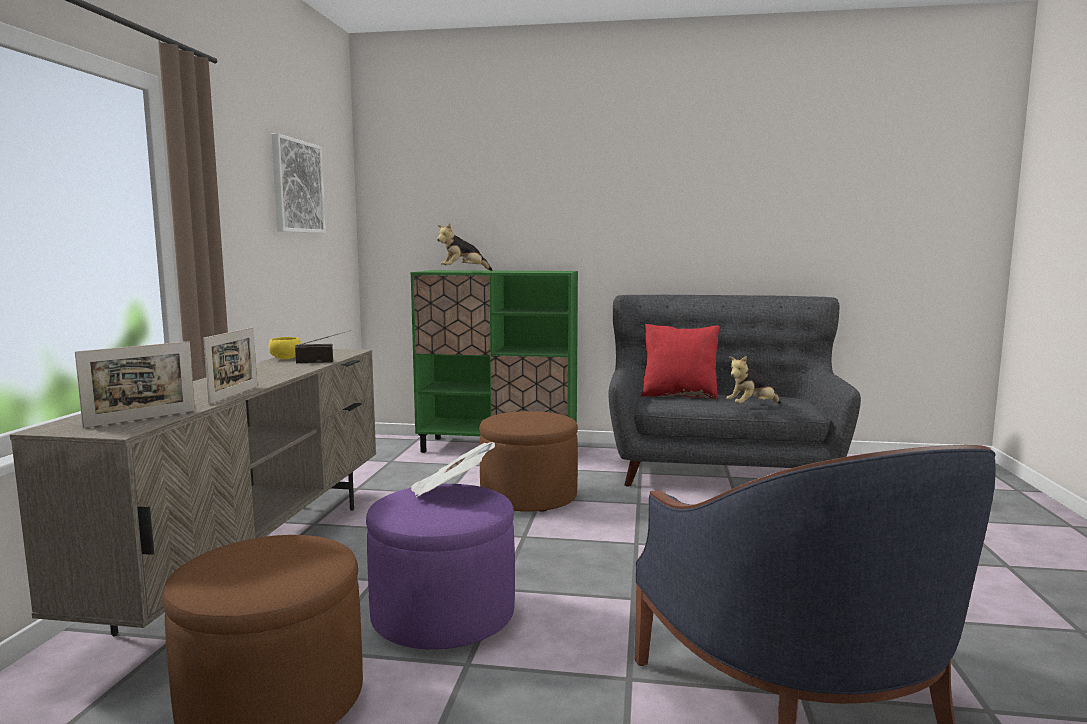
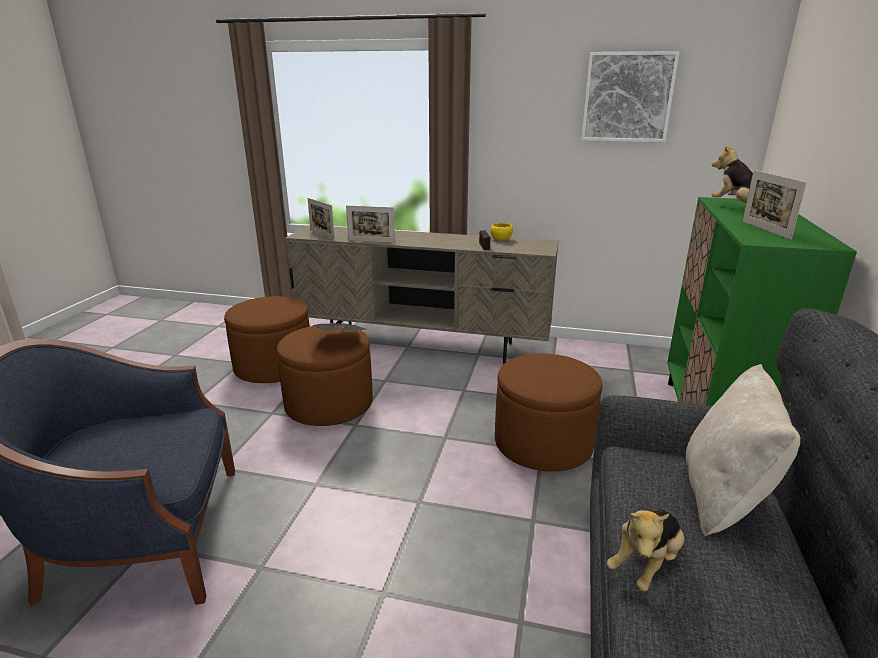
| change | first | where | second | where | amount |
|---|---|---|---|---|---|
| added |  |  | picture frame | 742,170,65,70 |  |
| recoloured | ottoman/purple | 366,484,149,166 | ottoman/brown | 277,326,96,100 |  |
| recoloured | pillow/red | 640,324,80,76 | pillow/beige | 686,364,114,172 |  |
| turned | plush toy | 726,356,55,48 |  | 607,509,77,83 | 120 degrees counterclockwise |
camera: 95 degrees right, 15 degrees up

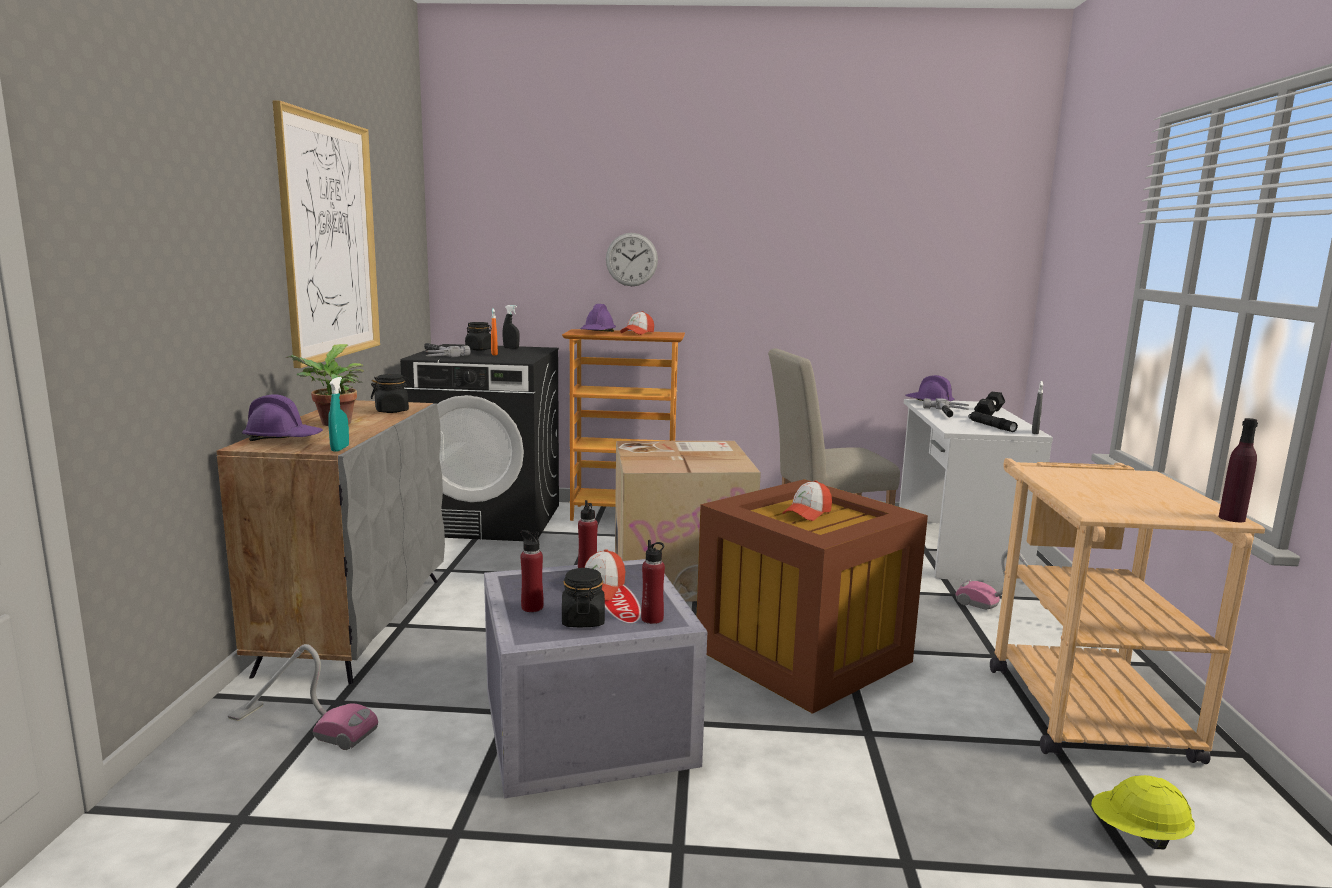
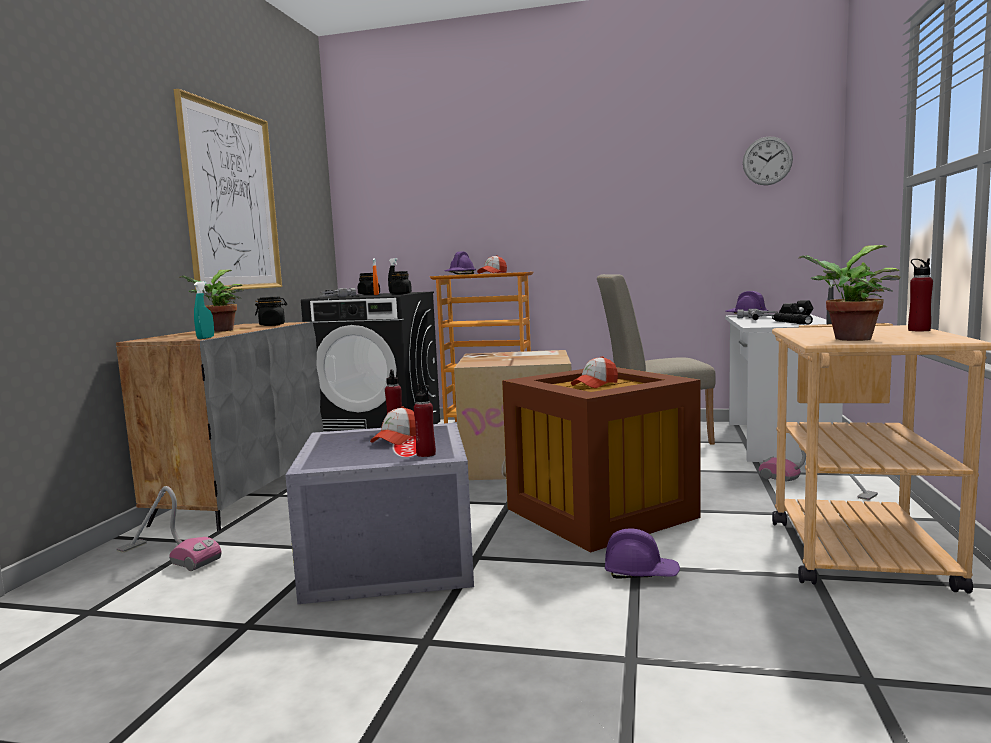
| change | first | where | second | where | amount |
|---|---|---|---|---|---|
| removed | hard hat/yellow | 1091,775,104,75 |  |  |  |
| removed | bottle/purple | 1219,418,39,104 |  |  |  |
| added |  |  | potted plant | 799,245,102,96 |  |
| moved | hard hat/purple | 242,394,81,47 |  | 605,529,75,50 |  |
| moved | bottle/red | 520,530,24,82 |  | 908,258,25,73 |  |
| moved | jar/black | 562,568,43,60 |  | 390,271,22,23 |  |
| moved | wall clock | 606,233,52,53 |  | 743,137,50,48 |  |
camera: 10 degrees right, 5 degrees down

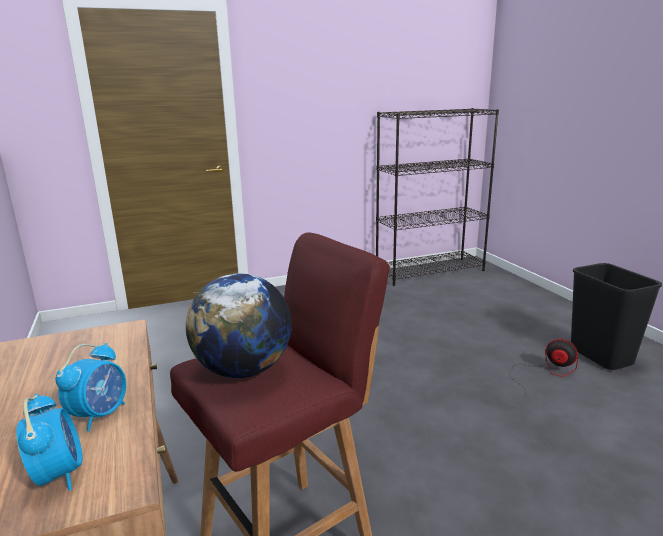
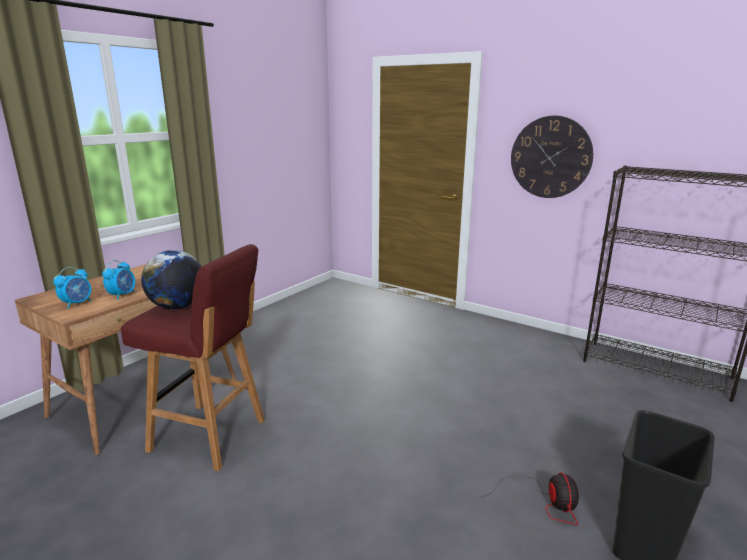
| change | first | where | second | where | amount |
|---|---|---|---|---|---|
| added |  |  | wall clock | 511,116,82,82 |  |
| turned | alarm clock | 55,343,71,89 |  | 102,260,33,40 | 60 degrees counterclockwise |
camera: 55 degrees right, 0 degrees up

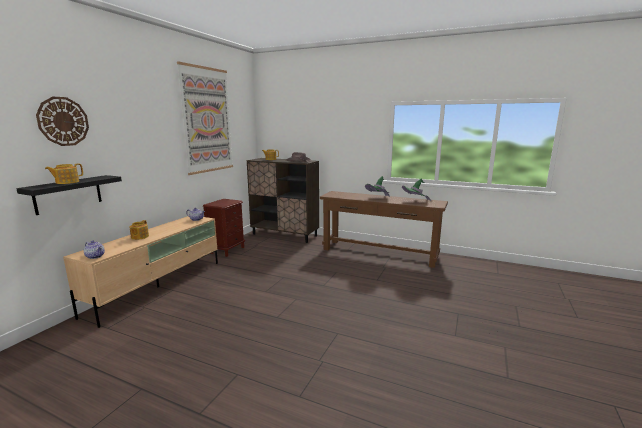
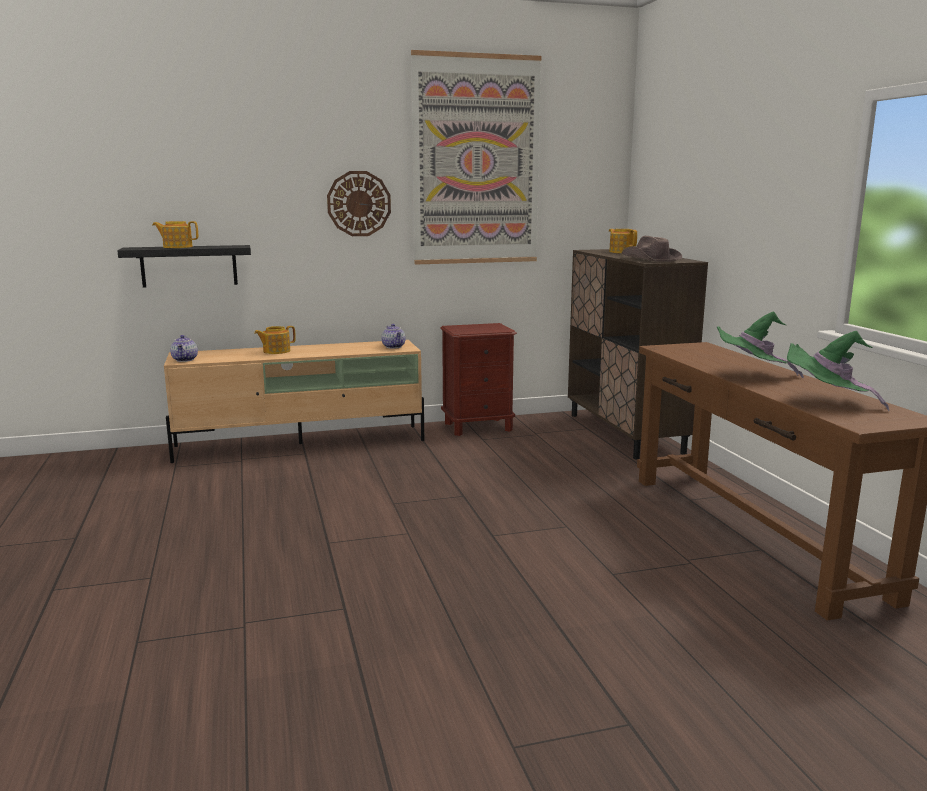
| change | first | where | second | where | amount |
|---|---|---|---|---|---|
| moved | wall clock | 36,97,53,49 |  | 327,171,64,65 |  |
camera: 50 degrees right, 0 degrees up

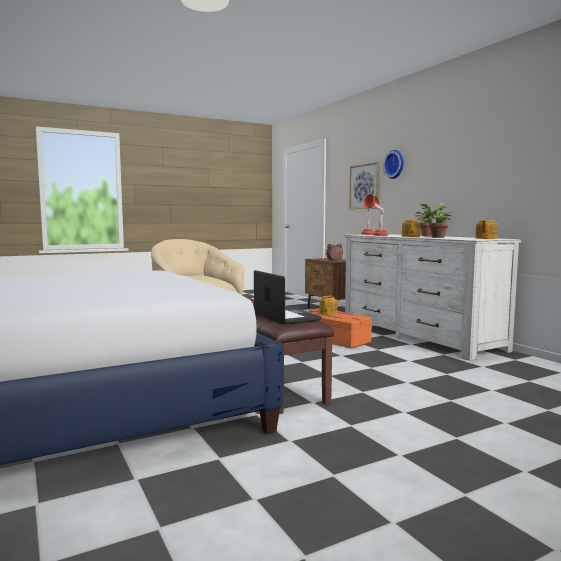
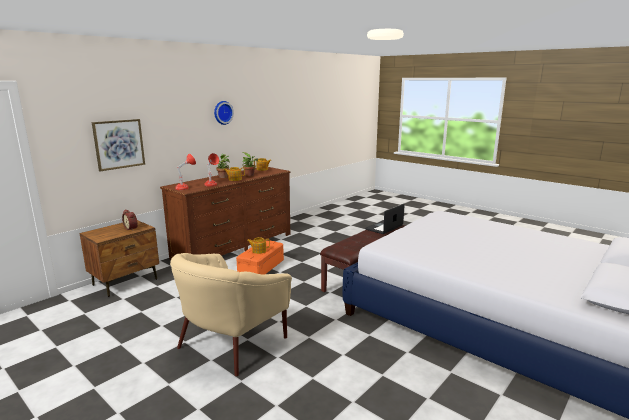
| change | first | where | second | where | amount |
|---|---|---|---|---|---|
| moved | wall clock | 383,150,21,29 |  | 214,101,20,24 |  |
| recoloured | dresser/white | 345,234,176,127 | dresser/brown | 160,167,131,93 |  |
camera: 110 degrees left, 10 degrees up

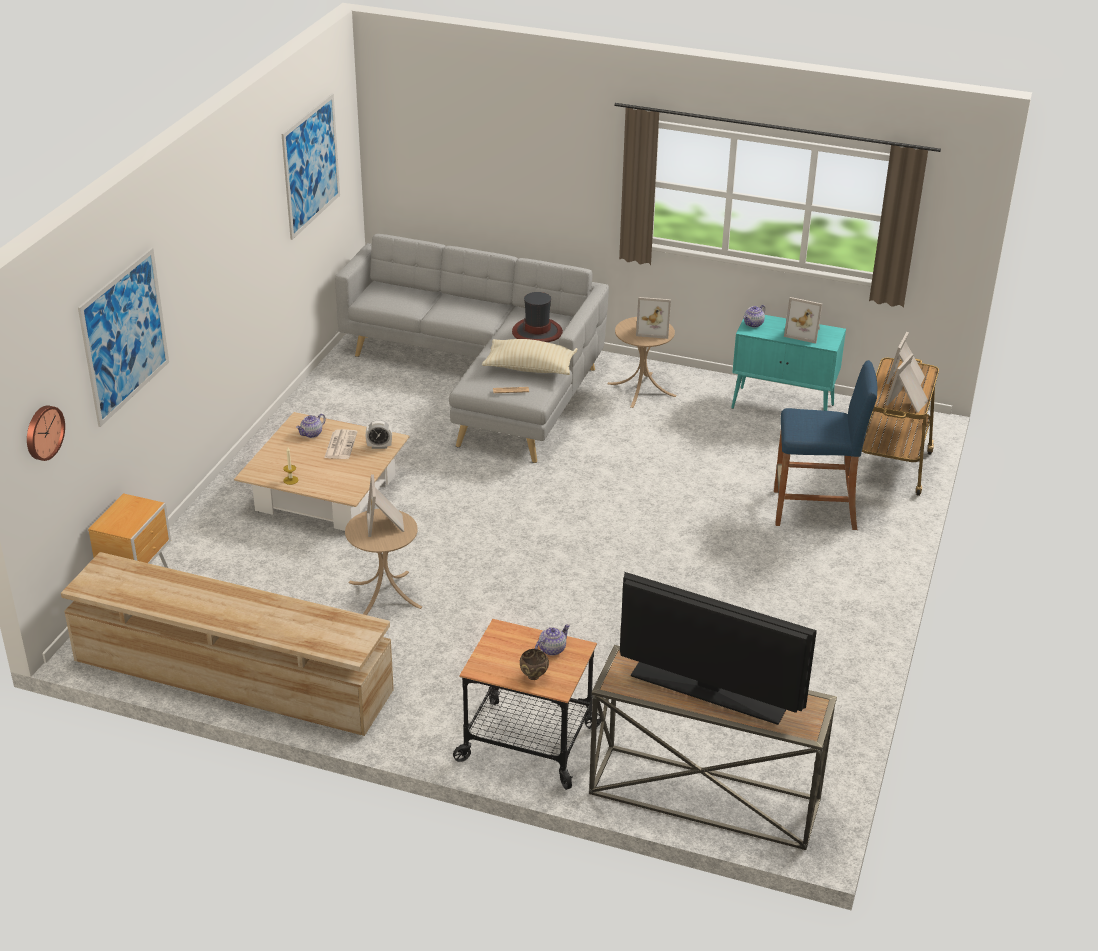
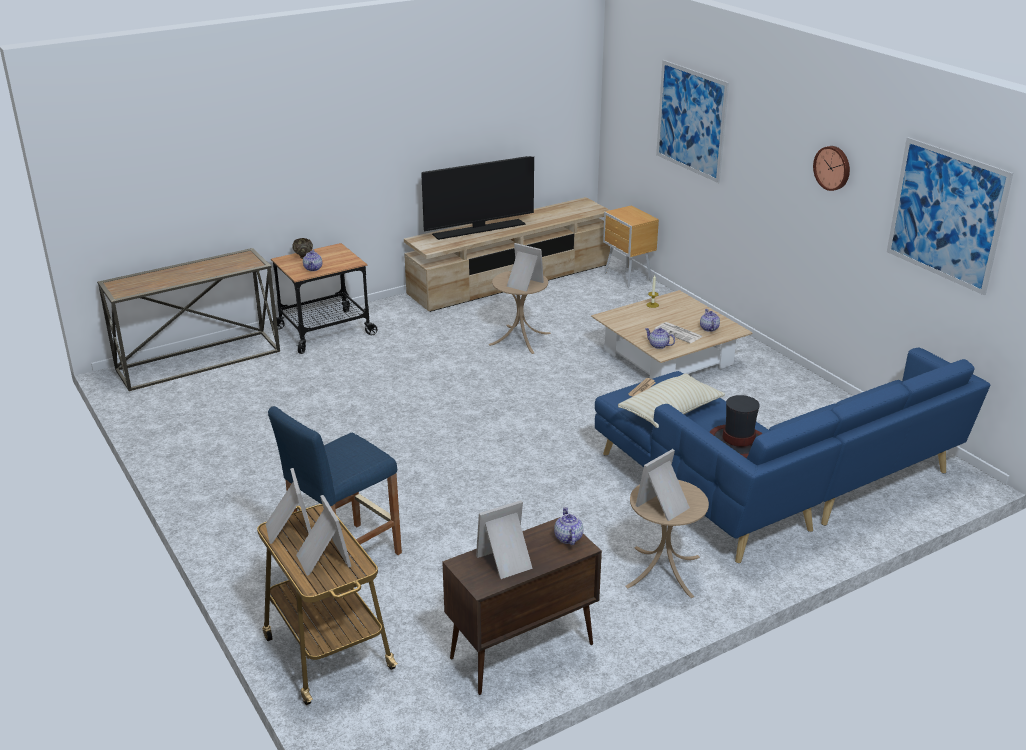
| change | first | where | second | where | amount |
|---|---|---|---|---|---|
| moved | wall clock | 27,405,38,56 |  | 813,146,37,45 |  |
| moved | television | 620,572,197,153 |  | 421,156,113,84 |  |
| replaced | alarm clock | 366,420,26,29 | teapot | 645,328,30,21 |  |
| recoloured | sofa/grey | 335,234,274,229 | sofa/blue | 595,348,395,215 |  |
| recoloured | cabinet/turquoise | 731,315,115,96 | cabinet/brown | 442,517,160,178 |  |
camera: 130 degrees right, 5 degrees down

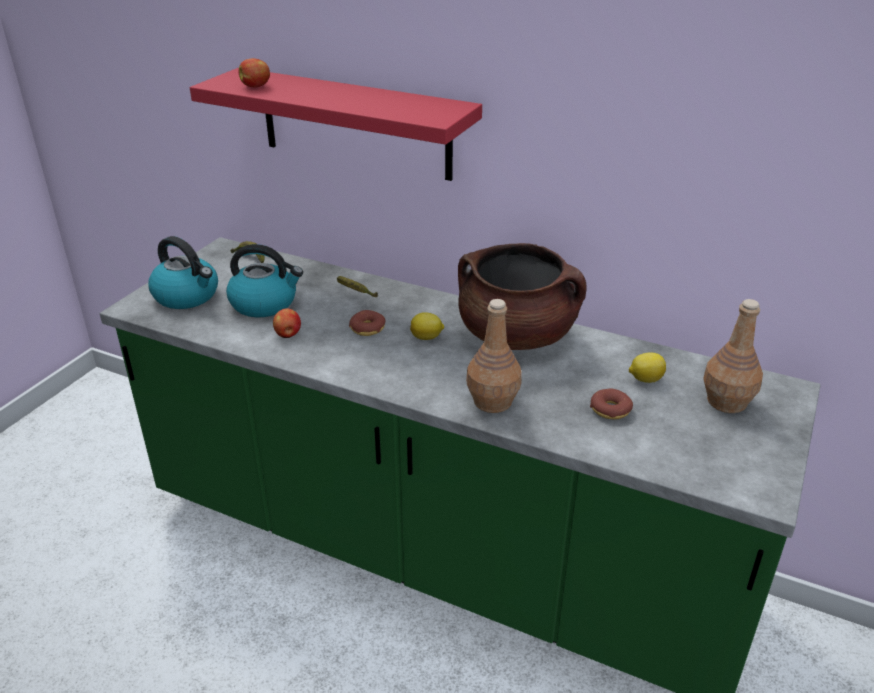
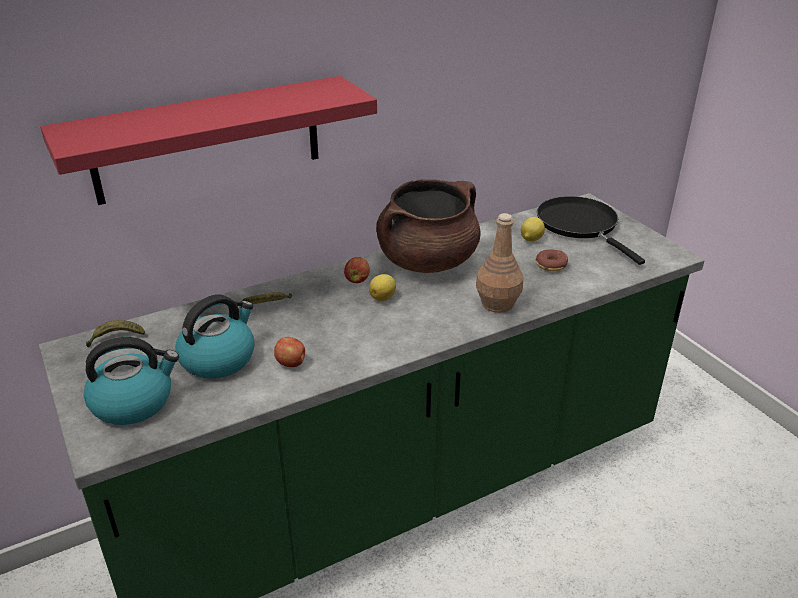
| change | first | where | second | where | amount |
|---|---|---|---|---|---|
| removed | donut | 349,310,36,26 |  |  |  |
| moved | apple | 238,58,32,29 |  | 344,257,26,26 |  |
| replaced | bottle/brown | 703,299,60,114 | frying pan/black | 537,196,108,69 |  |
camera: 55 degrees left, 0 degrees up

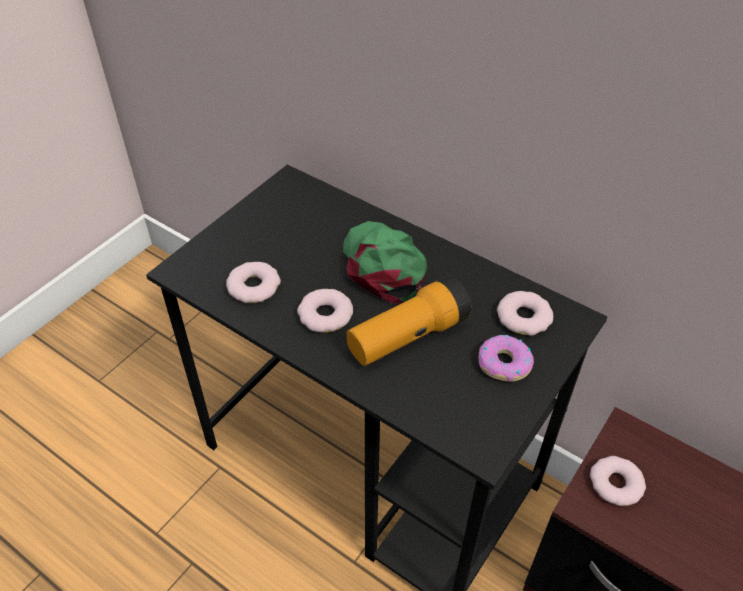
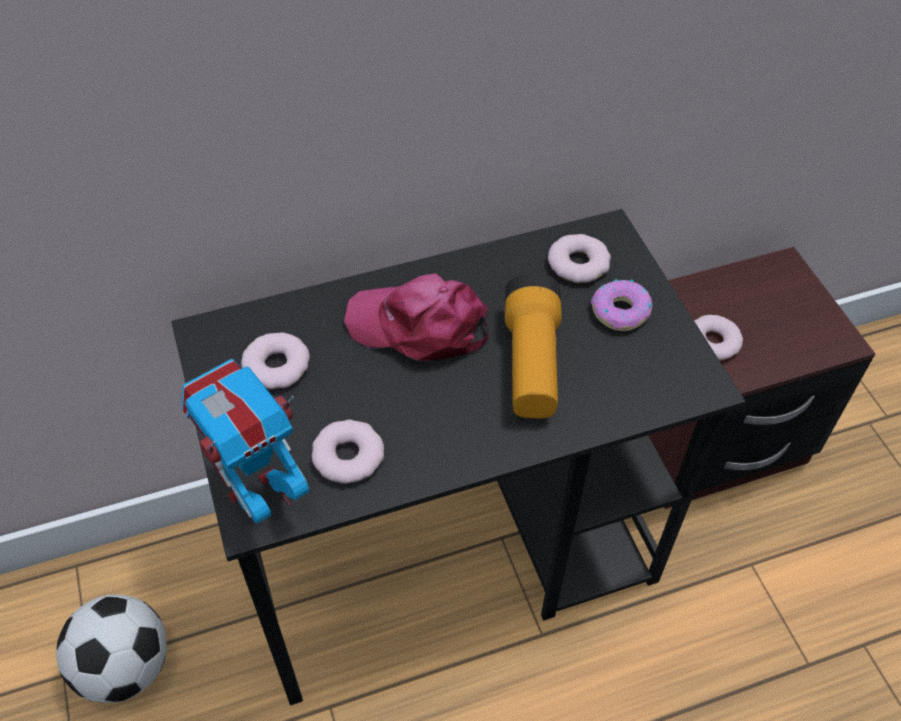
| change | first | where | second | where | amount |
|---|---|---|---|---|---|
| added |  |  | football | 56,595,111,108 |  |
| added |  |  | toy robot | 181,359,129,166 |  |
| moved | donut | 297,289,56,44 |  | 241,332,69,57 |  |
| recoloured | cap/green | 343,221,86,82 | cap/pink | 344,273,145,89 |  |
camera: 55 degrees left, 5 degrees up

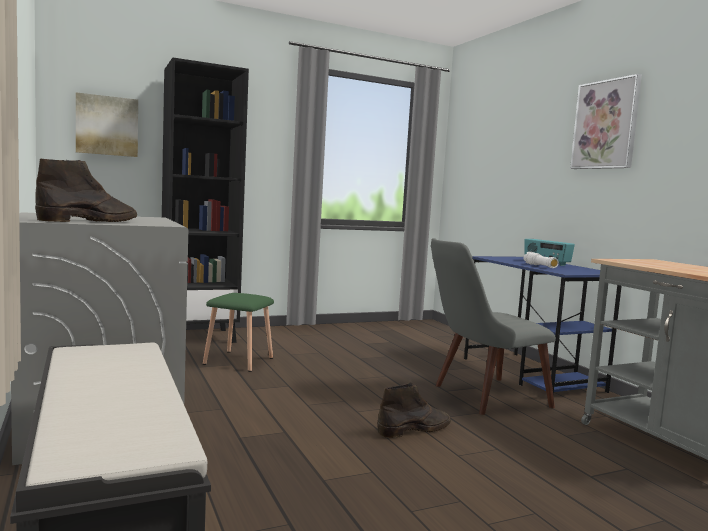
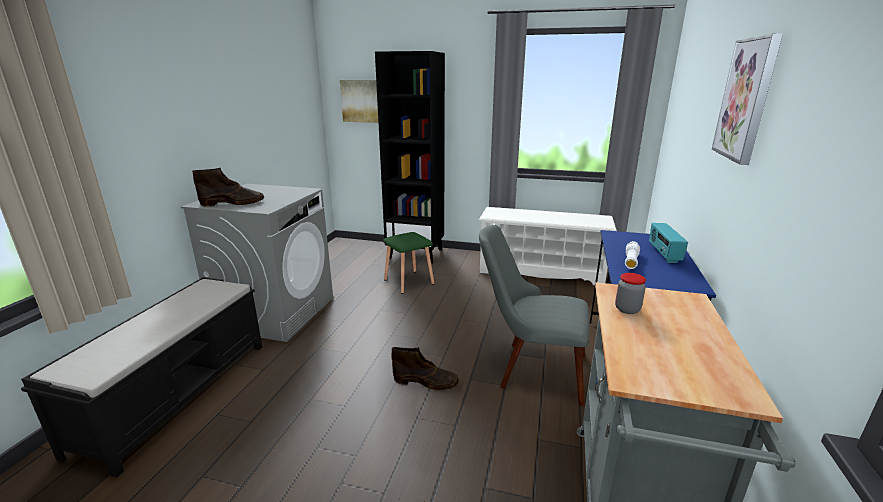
| change | first | where | second | where | amount |
|---|---|---|---|---|---|
| added |  |  | shoe rack/white | 479,207,138,78 |  |
| added |  |  | jar | 615,273,31,41 |  |
camera: 40 degrees right, 15 degrees up

